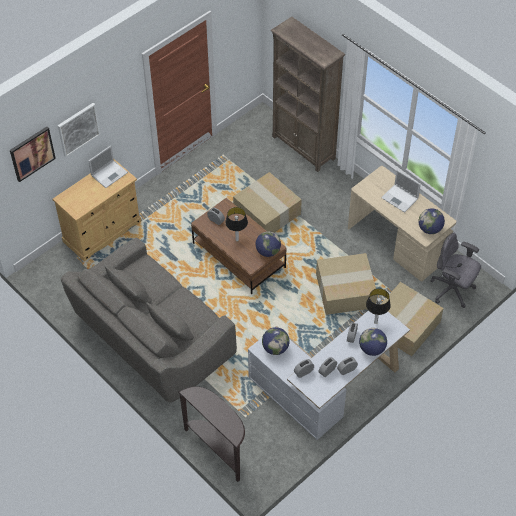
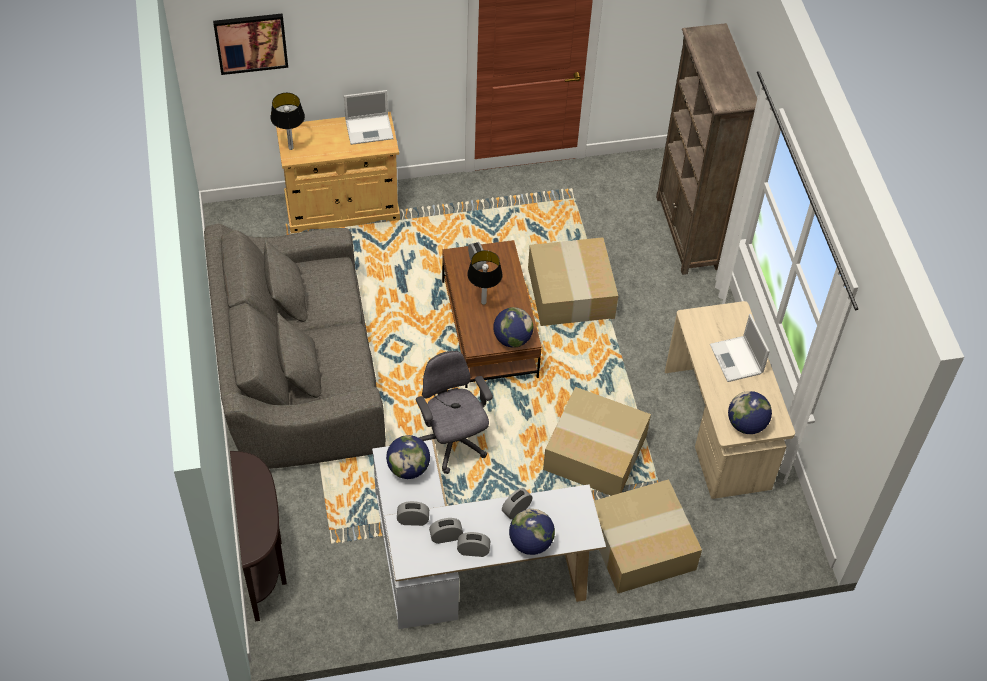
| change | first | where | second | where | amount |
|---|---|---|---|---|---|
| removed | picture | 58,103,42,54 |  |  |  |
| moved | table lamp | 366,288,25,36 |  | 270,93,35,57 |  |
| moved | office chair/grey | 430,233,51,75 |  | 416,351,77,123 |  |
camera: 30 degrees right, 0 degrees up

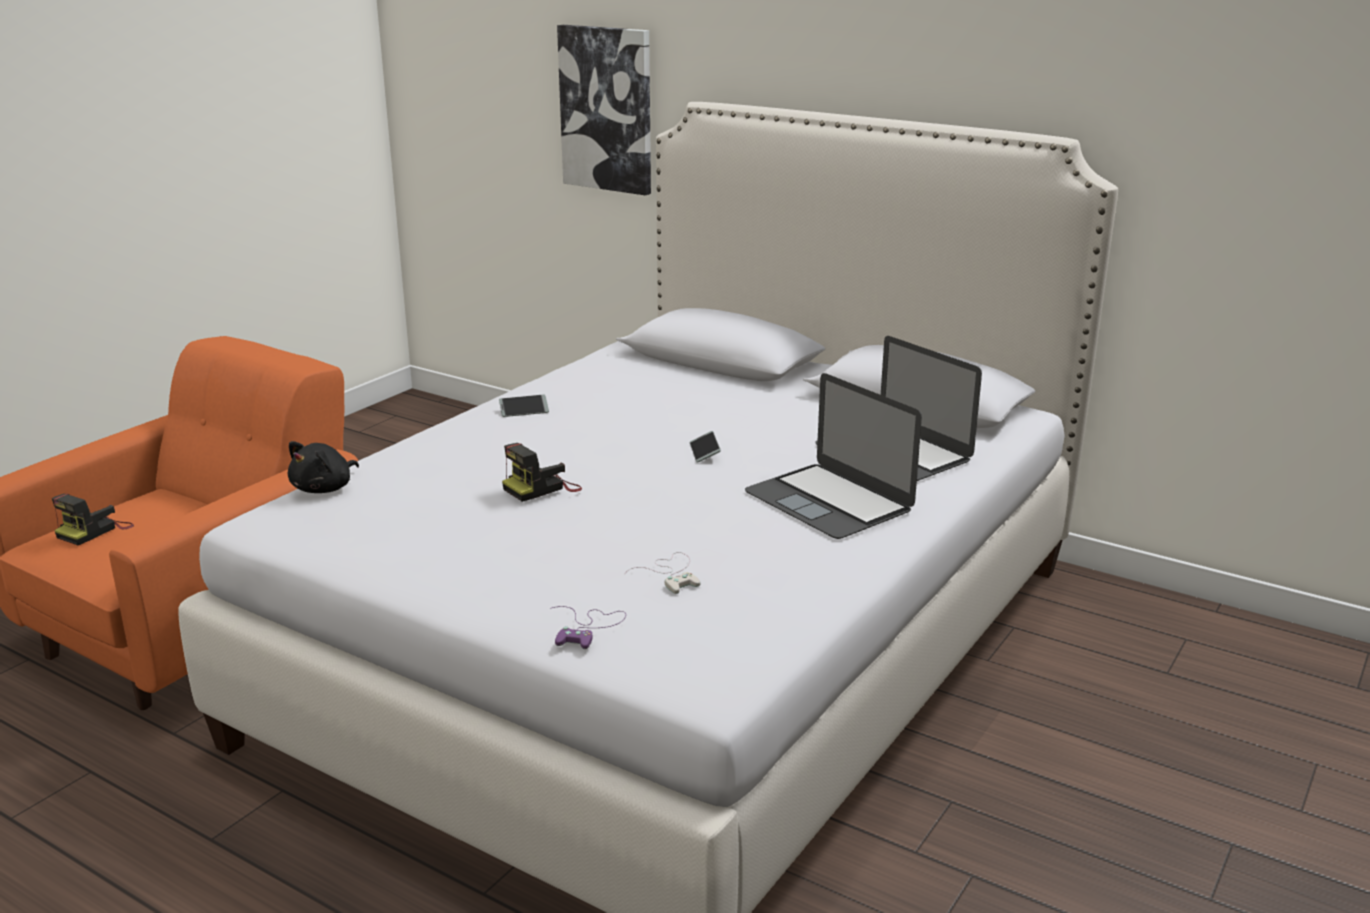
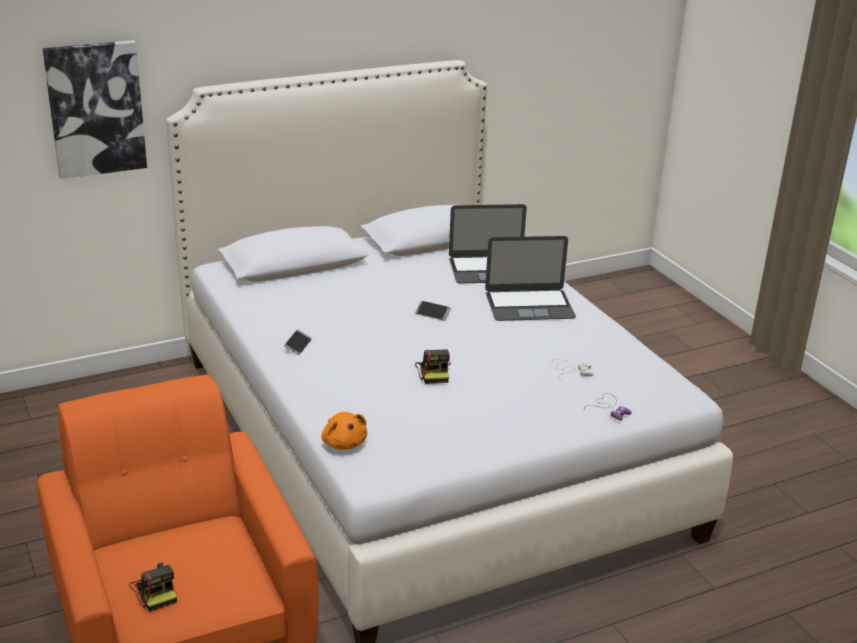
| change | first | where | second | where | amount |
|---|---|---|---|---|---|
| recoloured | plush toy/black | 288,441,71,52 | plush toy/orange | 321,412,46,38 |  |
camera: 60 degrees left, 5 degrees up

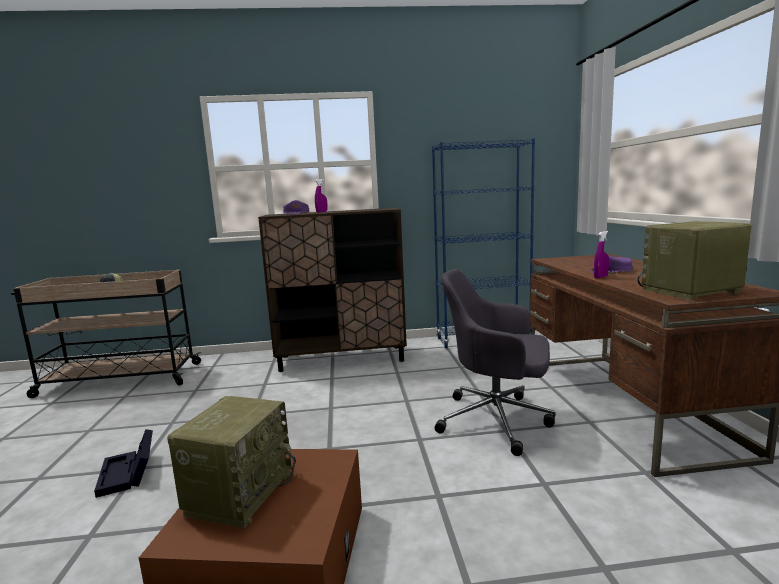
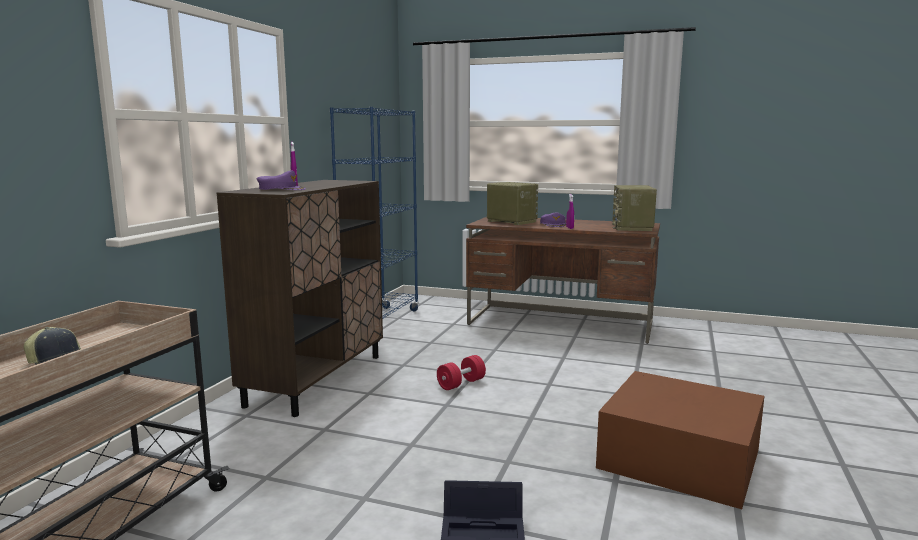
| change | first | where | second | where | amount |
|---|---|---|---|---|---|
| removed | office chair/grey | 435,269,121,187 |  |  |  |
| added |  |  | dumbbell/red | 437,355,49,35 |  |
| moved | radio | 167,396,129,132 |  | 487,182,51,43 |  |
camera: 65 degrees left, 0 degrees up

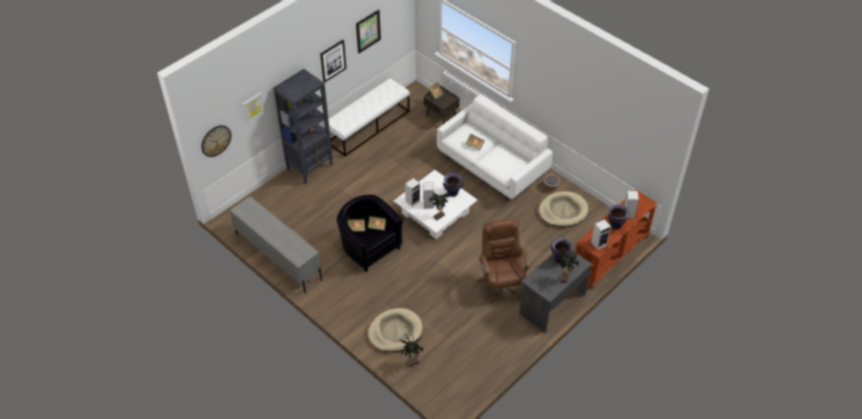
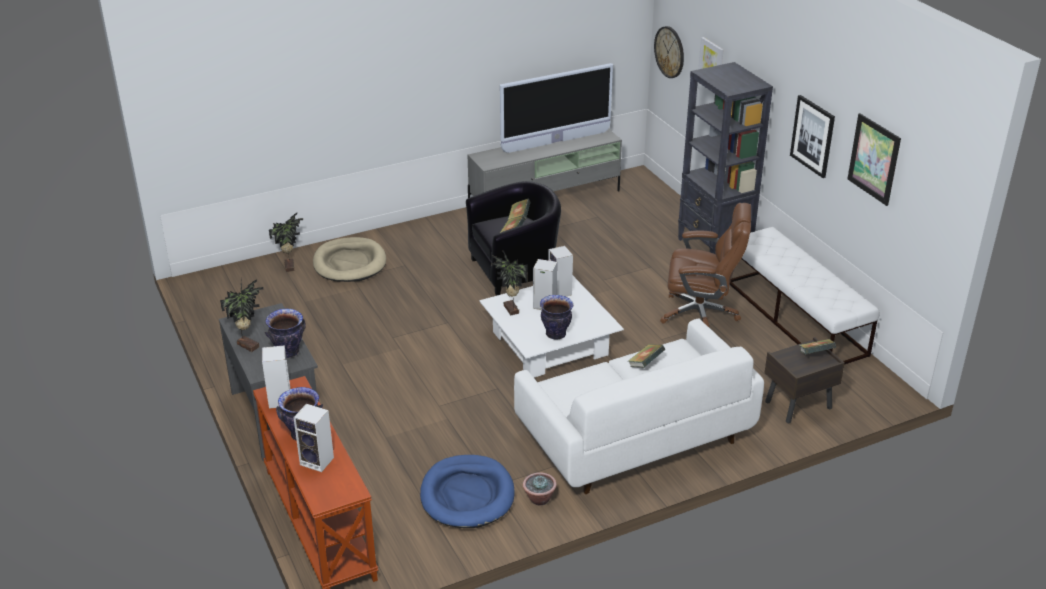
| change | first | where | second | where | amount |
|---|---|---|---|---|---|
| added |  |  | television | 500,63,113,90 |  |
| moved | office chair/brown | 477,219,53,85 |  | 660,203,91,125 |  |
| recoloured | dog bed/beige | 539,191,49,36 | dog bed/blue | 420,455,95,73 |  |
camera: 110 degrees right, 15 degrees down

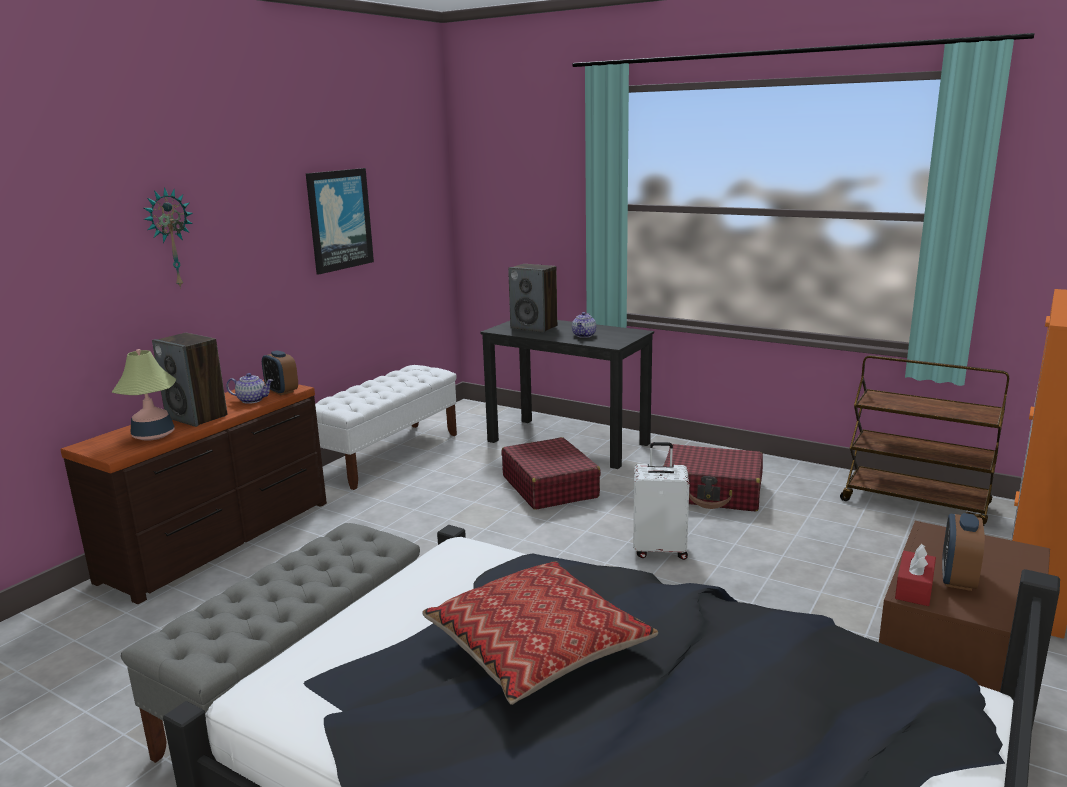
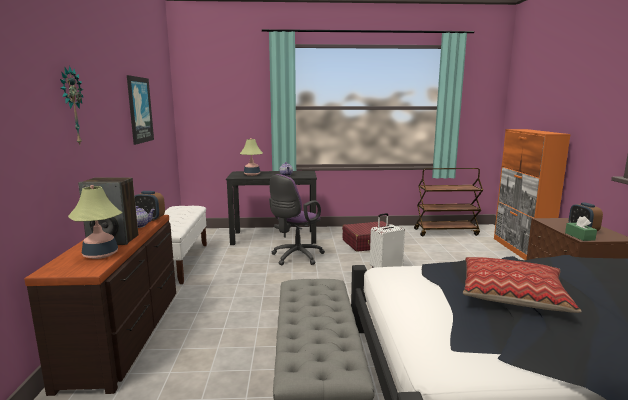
| change | first | where | second | where | amount |
|---|---|---|---|---|---|
| replaced | suitcase/red | 501,437,100,73 | office chair/purple | 269,174,56,91 |  |
| replaced | speaker | 508,264,49,68 | table lamp | 240,138,23,38 |  |
| recoloured | tissue box/red | 895,544,41,62 | tissue box/green | 565,216,32,25 |  |
camera: 35 degrees left, 5 degrees down

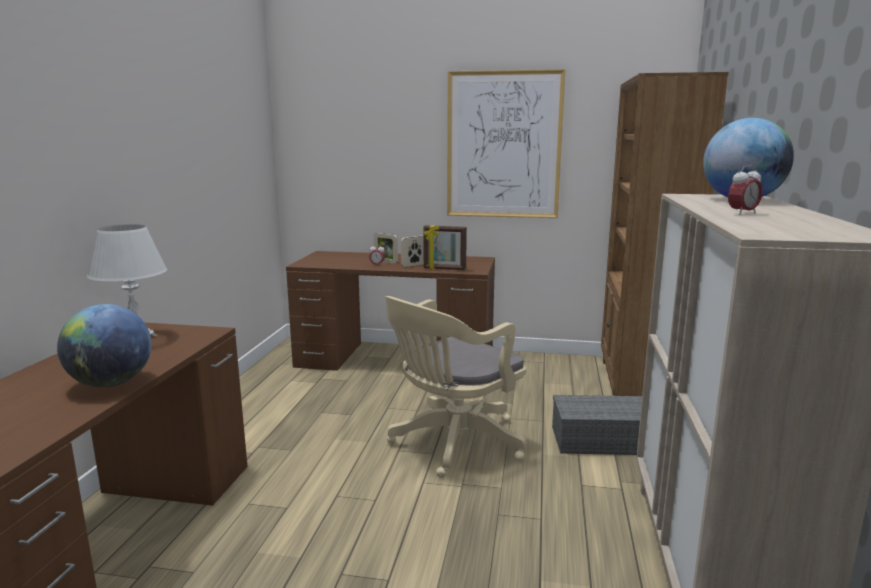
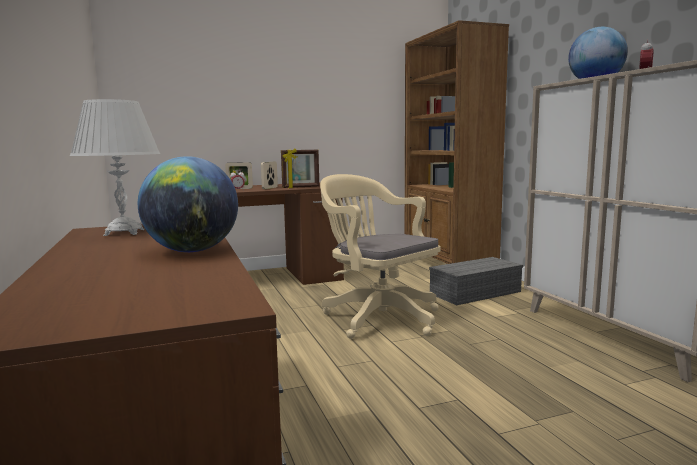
| change | first | where | second | where | amount |
|---|---|---|---|---|---|
| removed | picture | 447,69,119,149 |  |  |  |
| turned | office chair/beige | 385,296,141,182 |  | 320,174,121,165 | 120 degrees clockwise |
camera: 30 degrees left, 5 degrees down

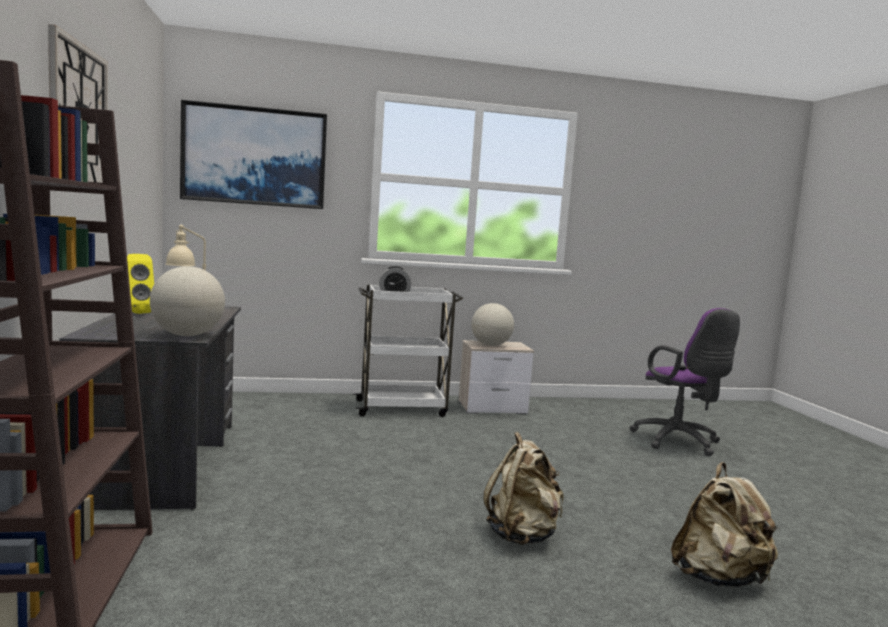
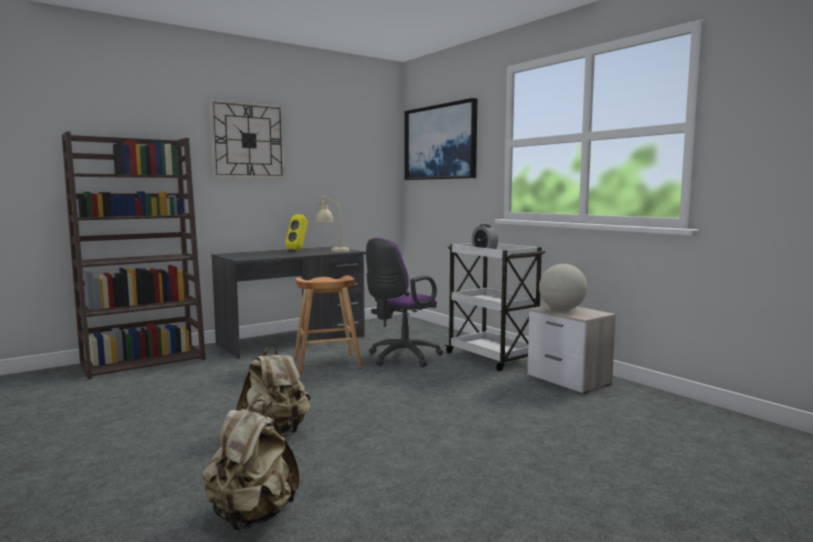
| change | first | where | second | where | amount |
|---|---|---|---|---|---|
| removed | globe | 150,266,75,70 |  |  |  |
| added |  |  | stool/brown | 294,275,68,99 |  |
| moved | office chair/purple | 630,308,110,148 |  | 366,238,78,129 |  |
camera: 65 degrees right, 0 degrees up

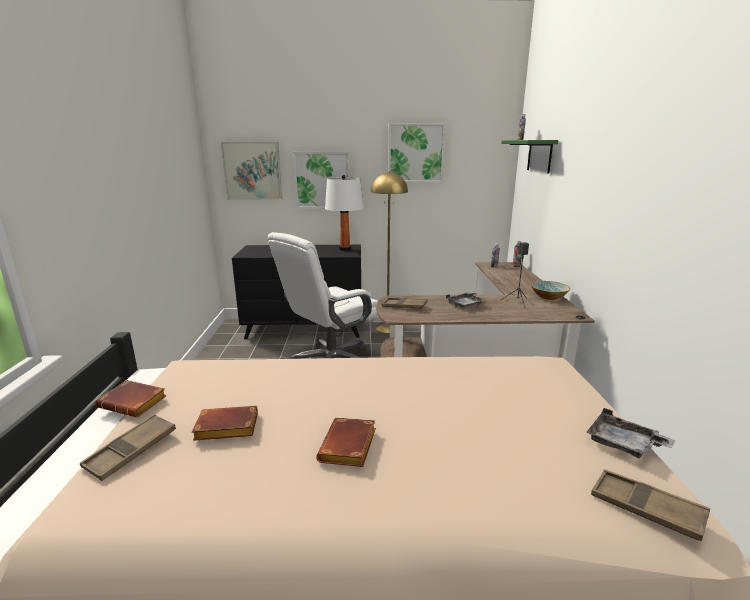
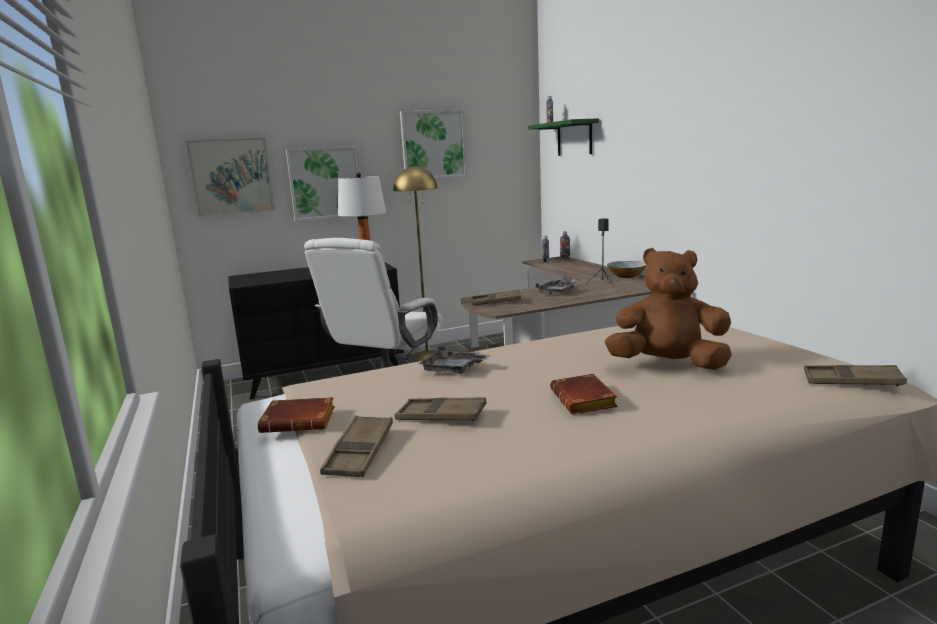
| change | first | where | second | where | amount |
|---|---|---|---|---|---|
| added |  |  | plush toy/brown | 605,248,127,122 |  |
| moved | tray/grey | 586,408,89,50 |  | 419,346,72,28 |  |
| replaced | book/brown | 192,406,66,35 | tray/brown | 395,397,92,24 |  |
camera: 20 degrees left, 5 degrees down

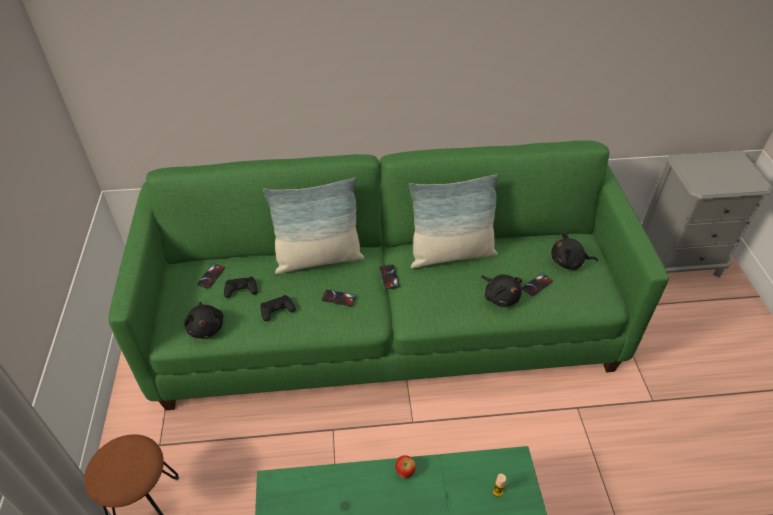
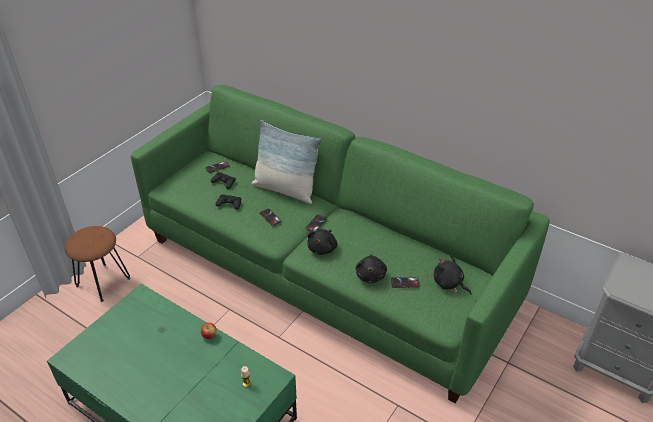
| change | first | where | second | where | amount |
|---|---|---|---|---|---|
| removed | pillow | 409,174,90,94 |  |  |  |
| moved | plush toy/black | 184,302,39,36 |  | 307,229,31,26 |  |
camera: 40 degrees right, 5 degrees down

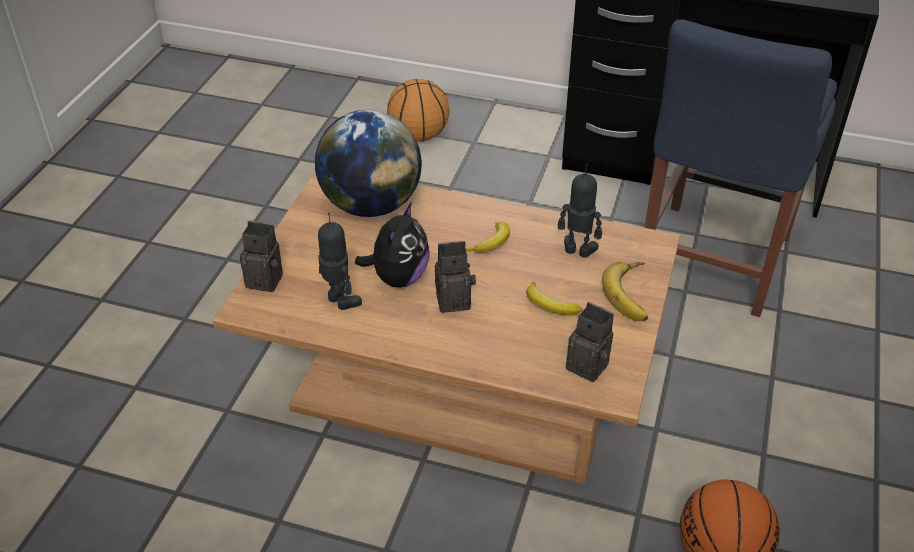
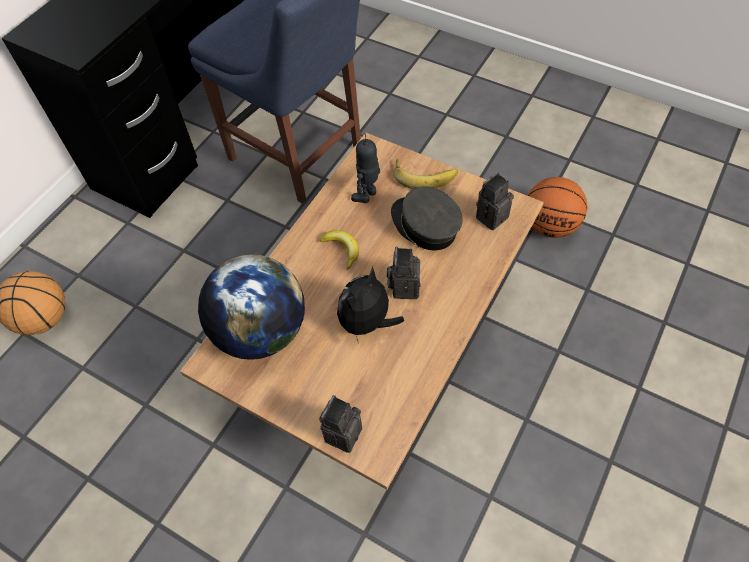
| change | first | where | second | where | amount |
|---|---|---|---|---|---|
| removed | toy robot | 318,213,44,97 |  |  |  |
| replaced | banana | 526,282,57,34 | cap/grey | 391,186,72,64 |  |
| turned | plush toy | 355,202,75,86 |  | 337,266,67,77 | 90 degrees counterclockwise |
camera: 75 degrees left, 15 degrees up

